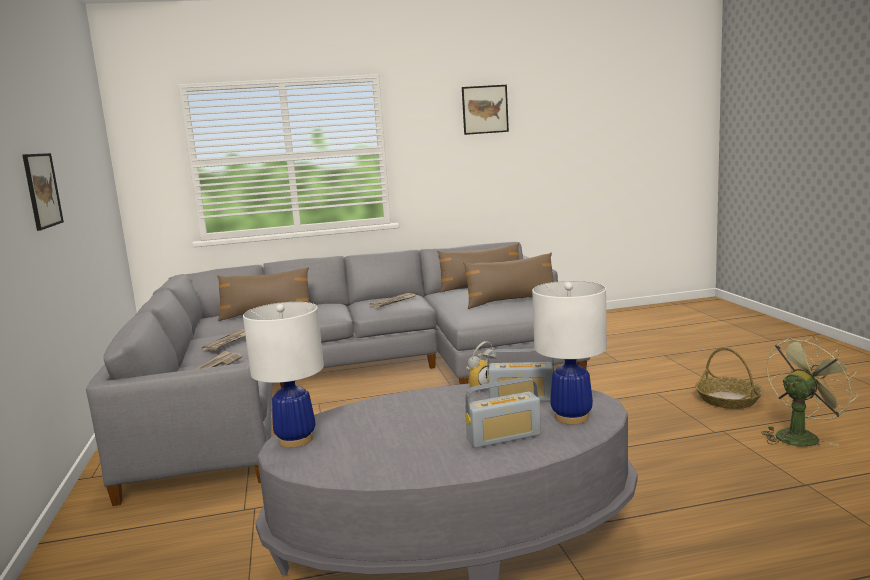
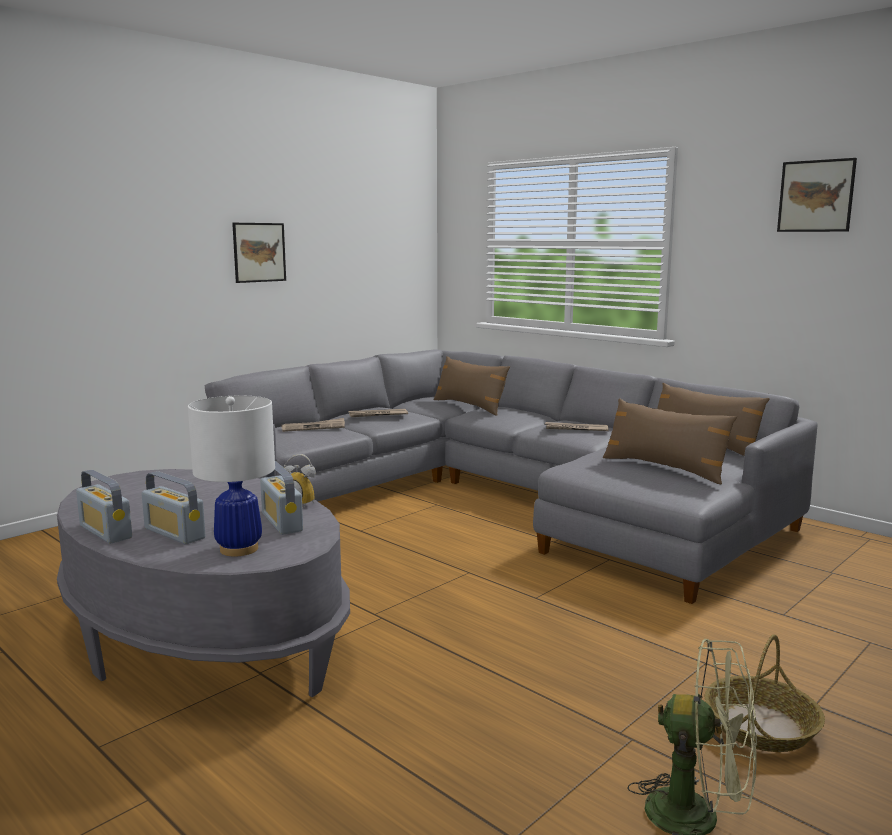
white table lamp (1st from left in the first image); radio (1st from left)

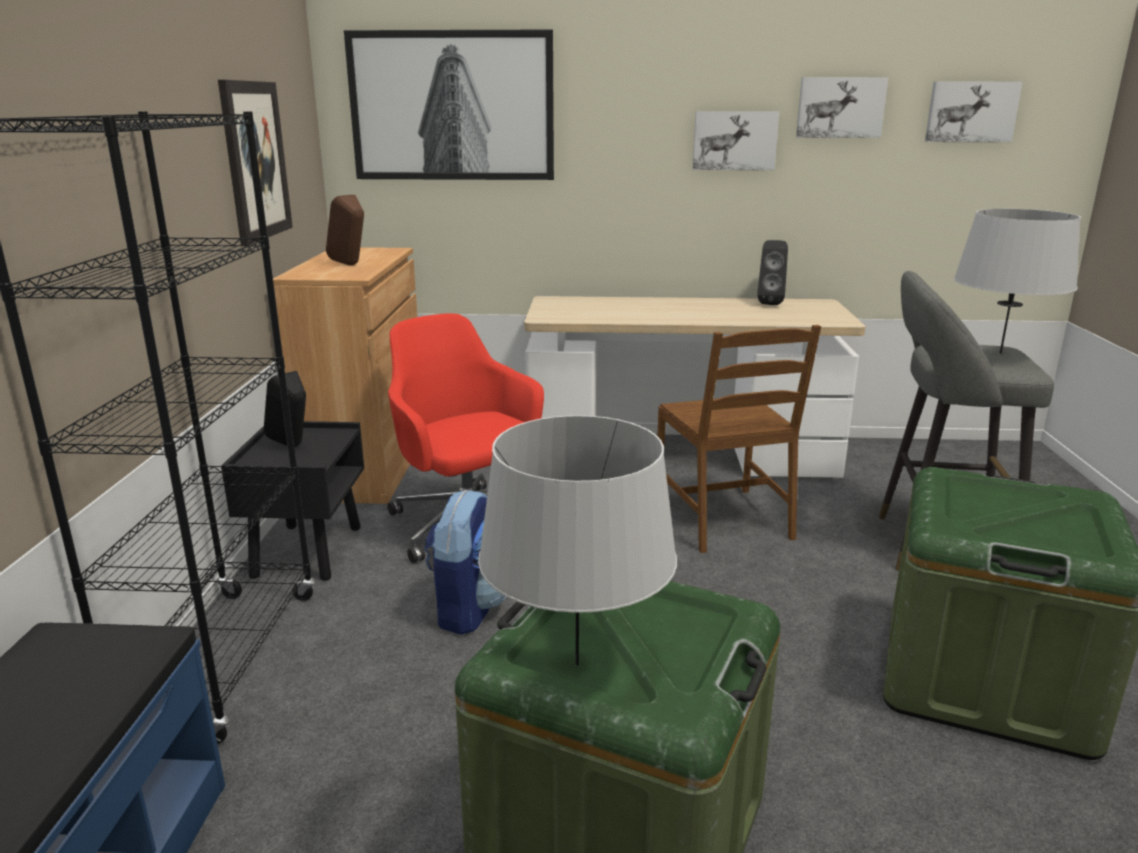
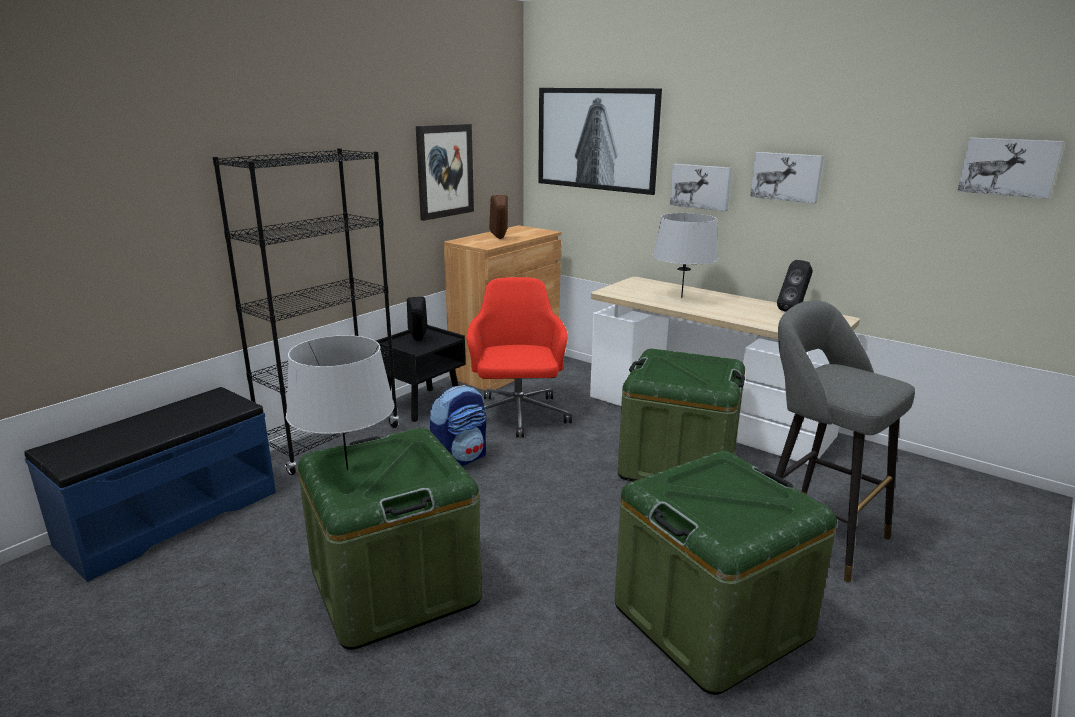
green storage box (2nd from left); picture (3rd from left); grey table lamp (2nd from left)

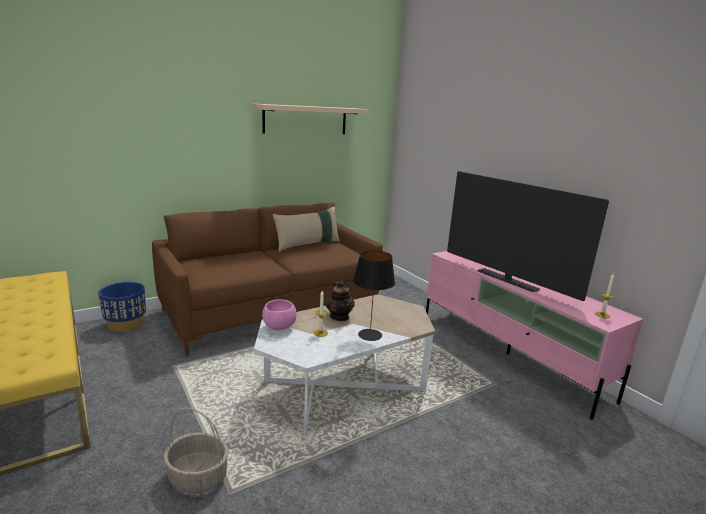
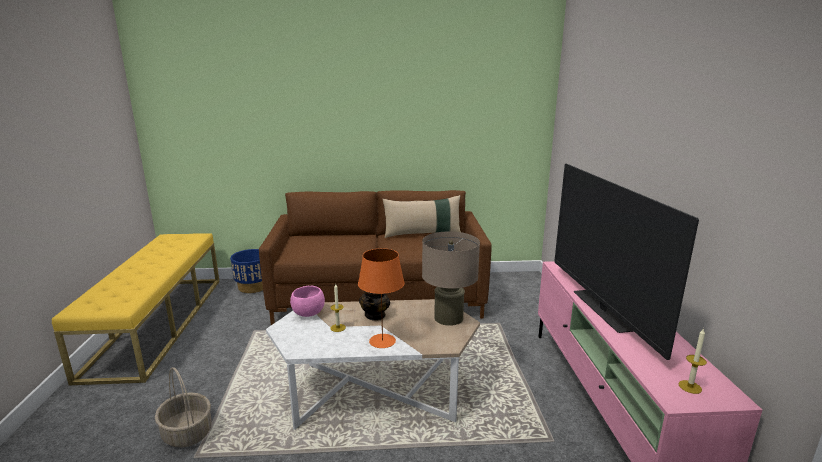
beige shelf; orange table lamp; beige table lamp

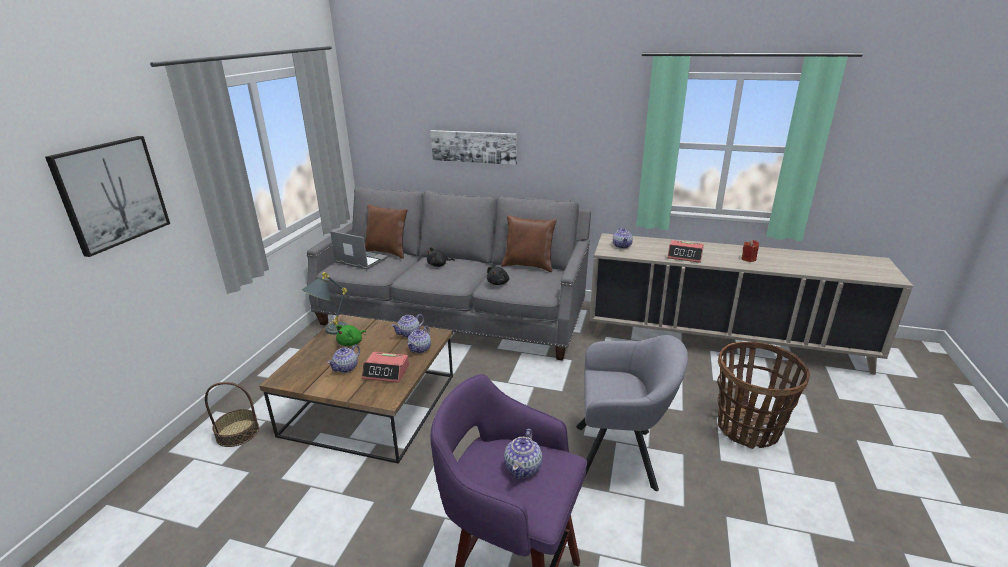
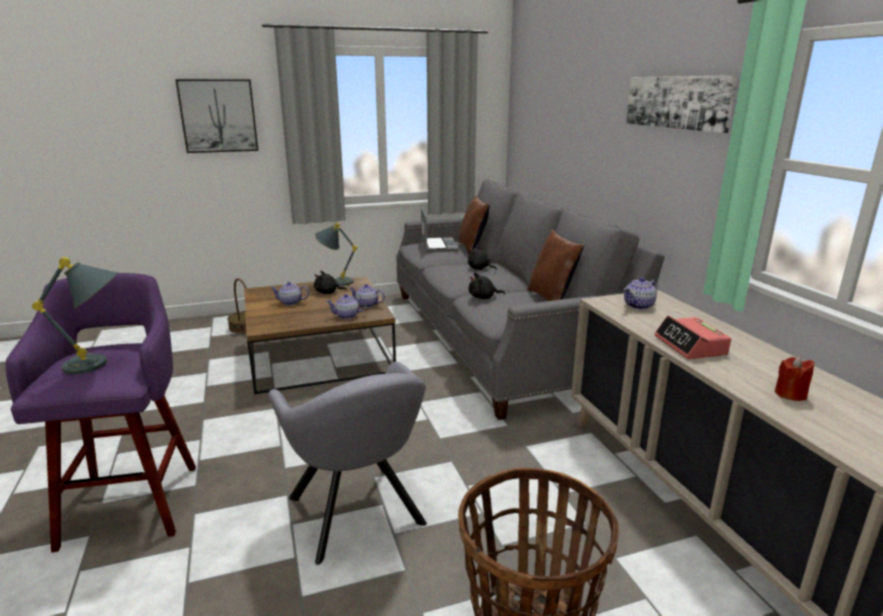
black plush toy (1st from left); alarm clock (1st from left in the first image); picture (2nd from left); grey table lamp (1st from left)

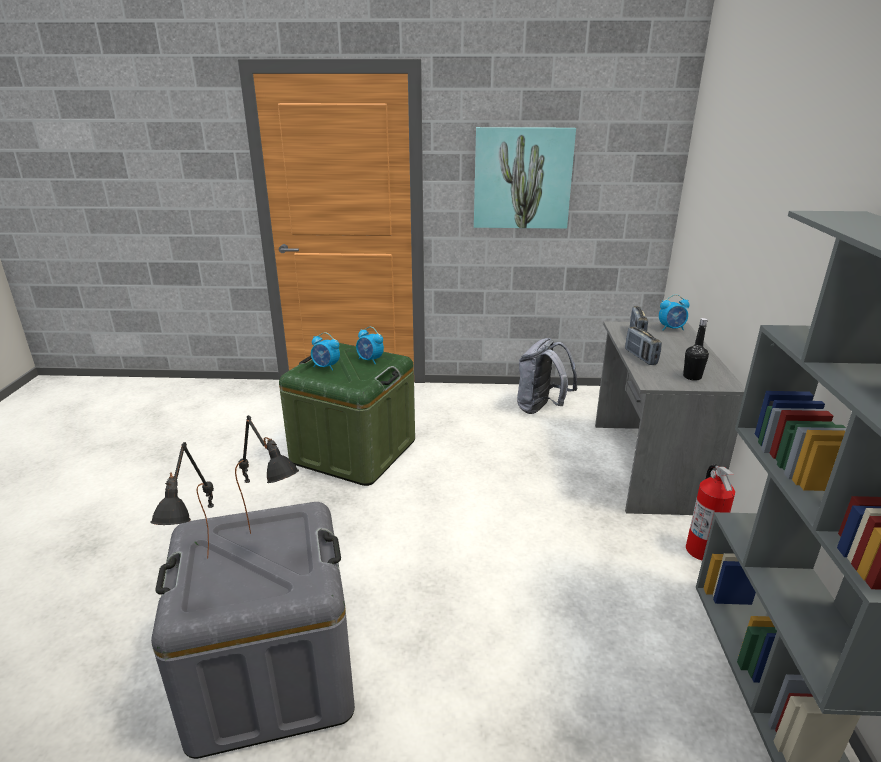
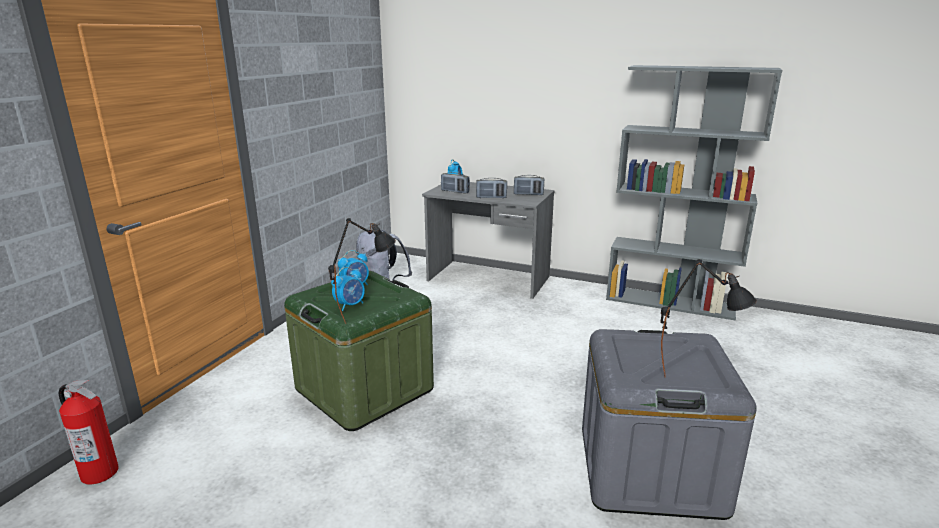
black table lamp (1st from left); picture; radio (3rd from left); fire extinguisher

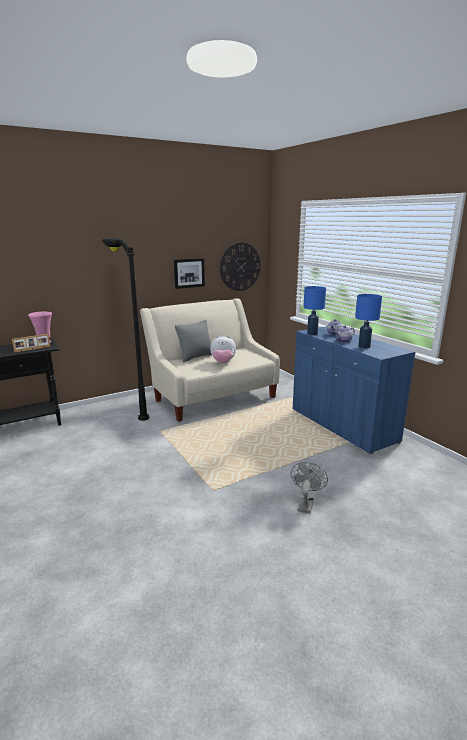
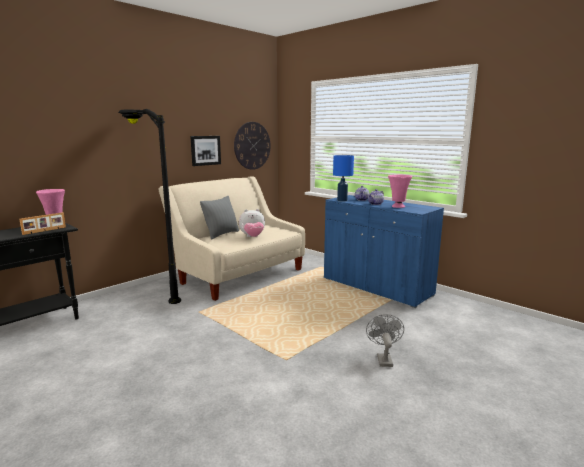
pink vase (2nd from left)

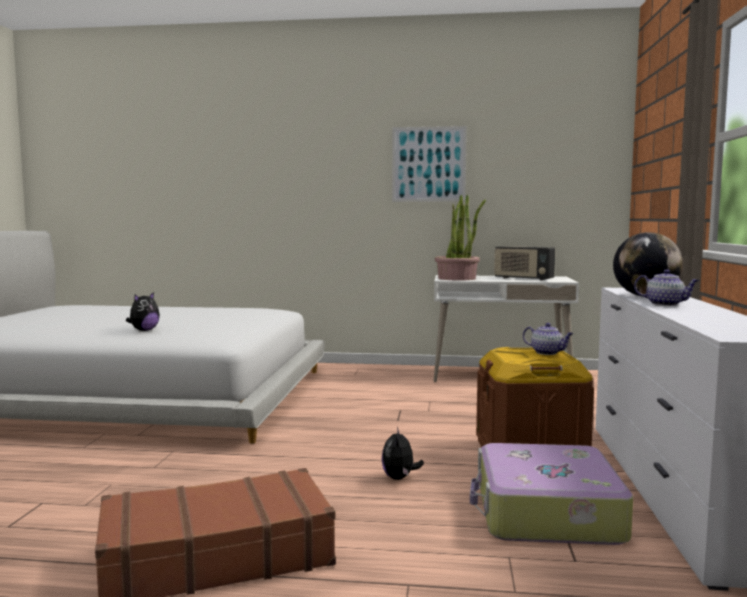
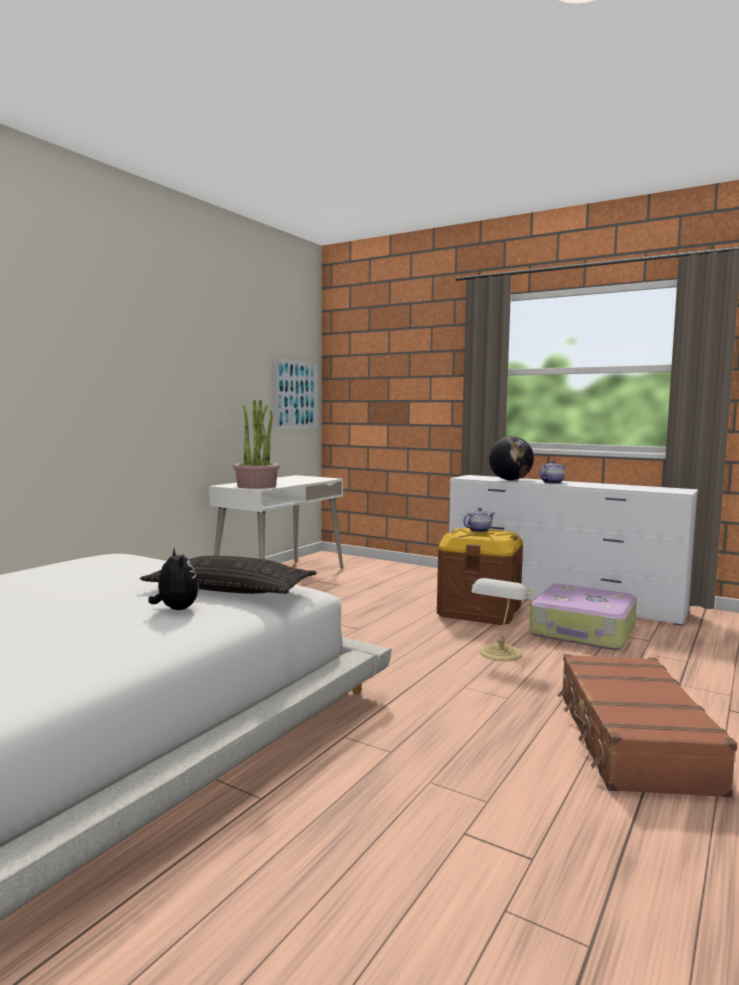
table lamp; picture; radio; pillow

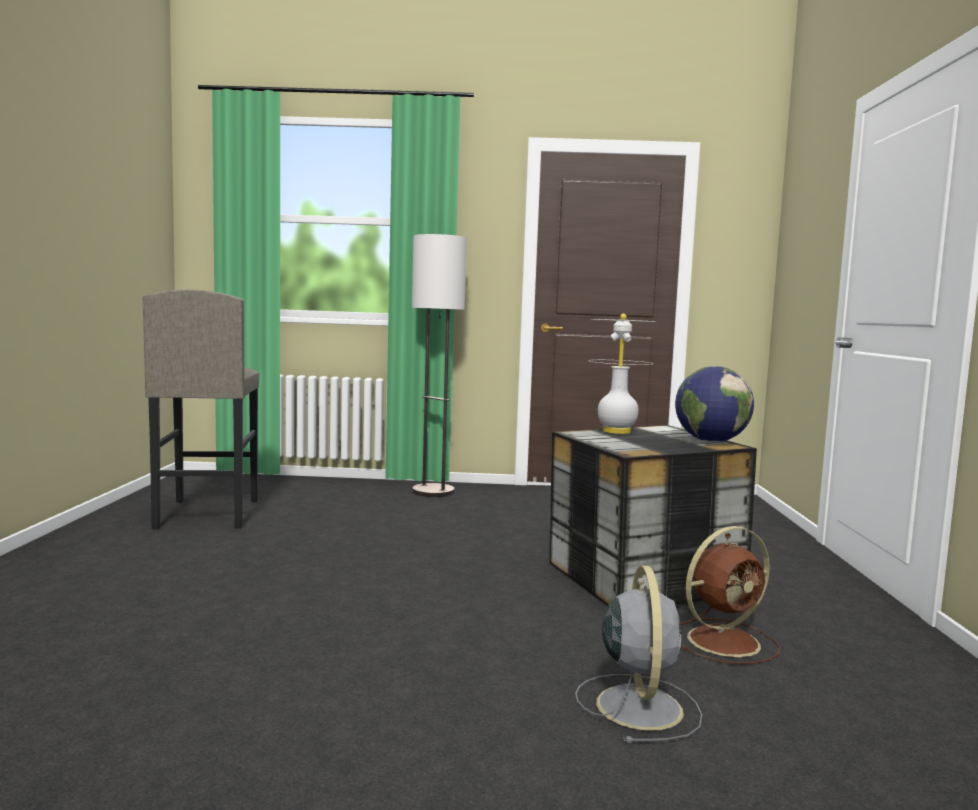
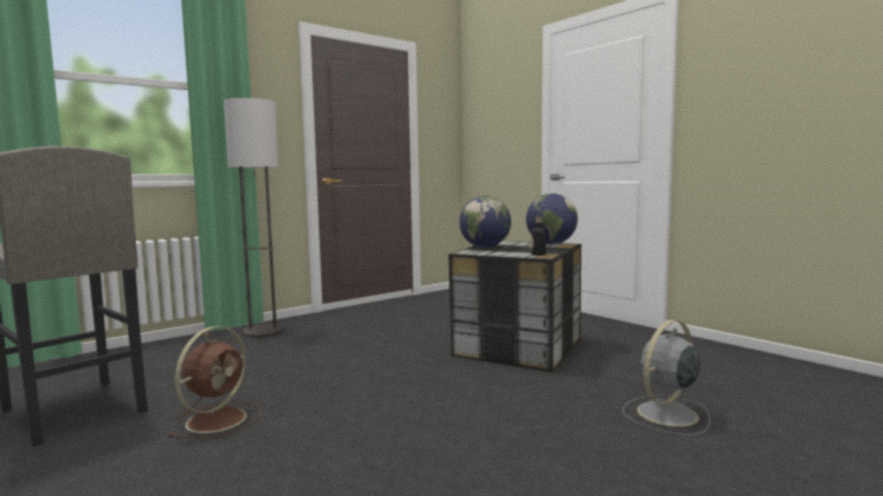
grey fan; globe (1st from left); brown fan; bottle

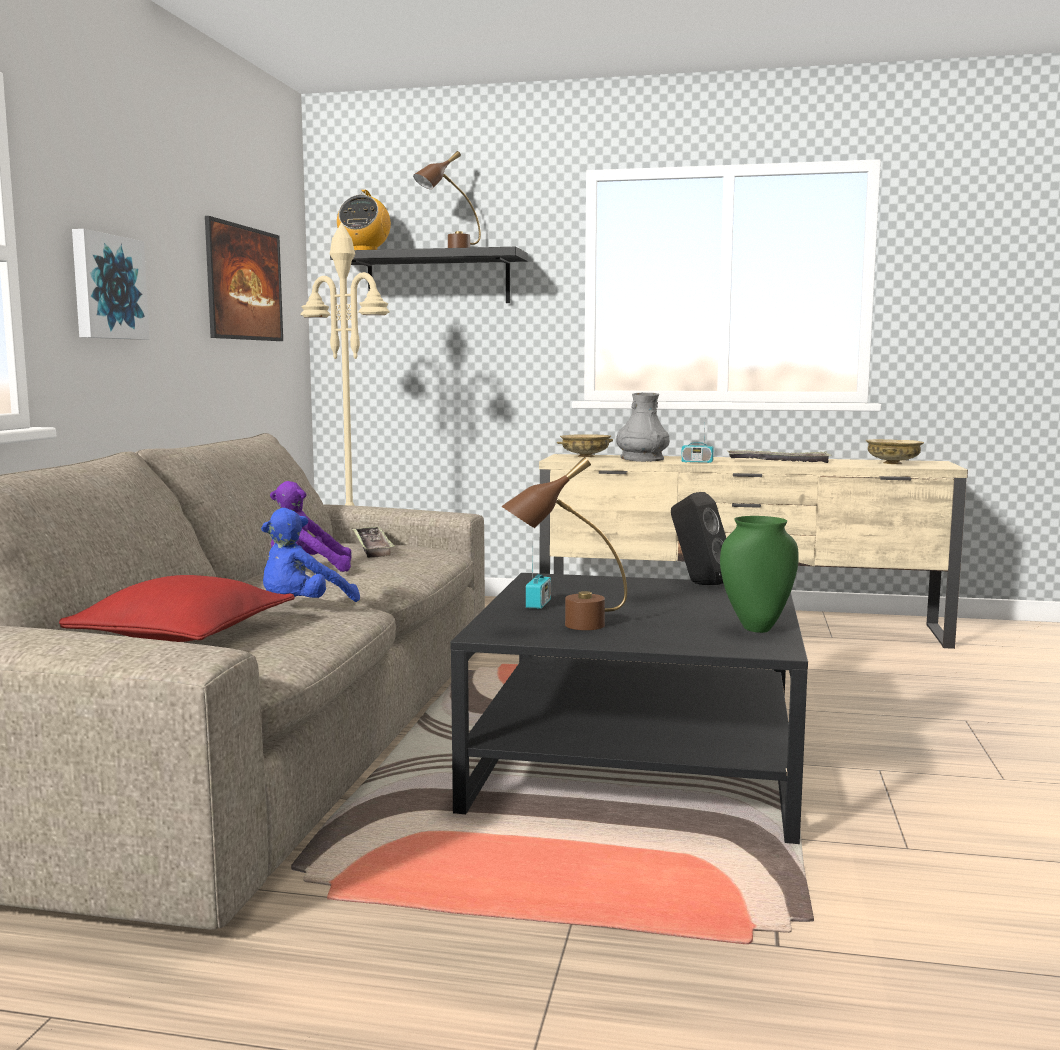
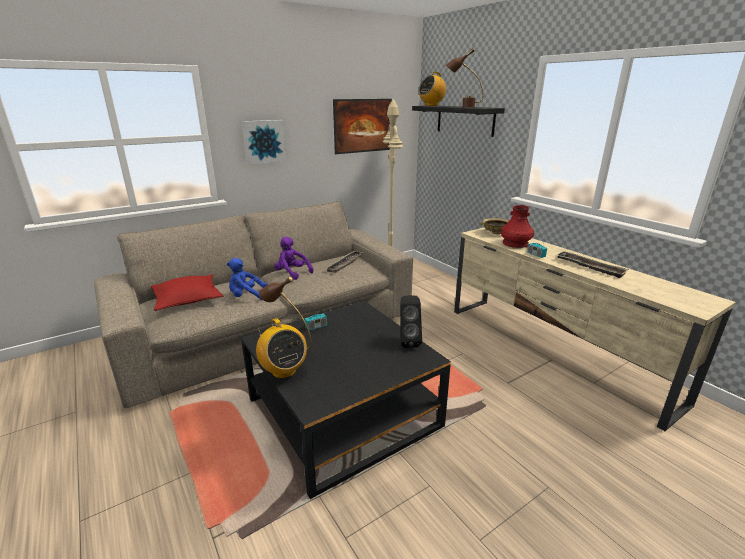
red vase; green vase; beige bowl (2nd from left in the first image); radio (1st from left)

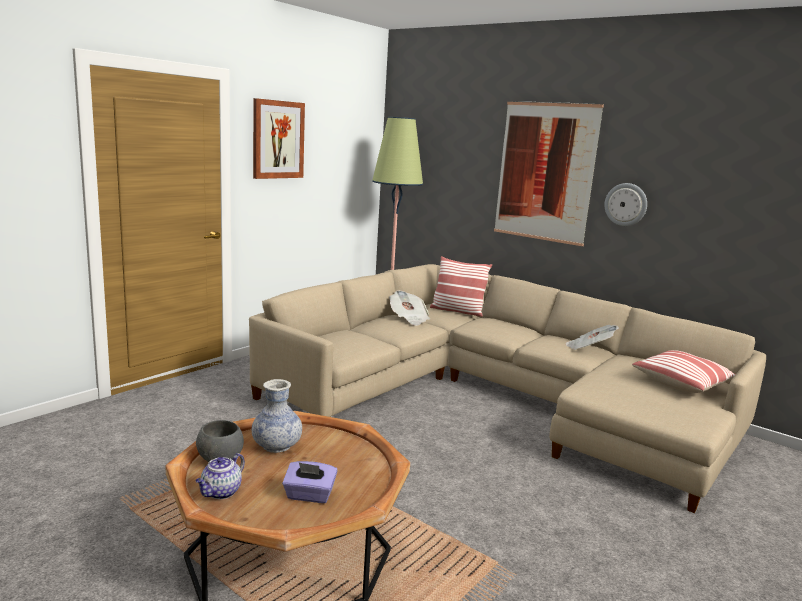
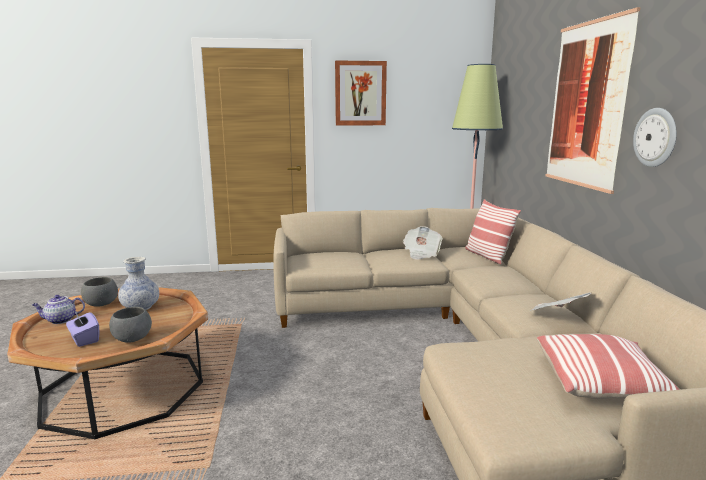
grey bowl (2nd from left)

